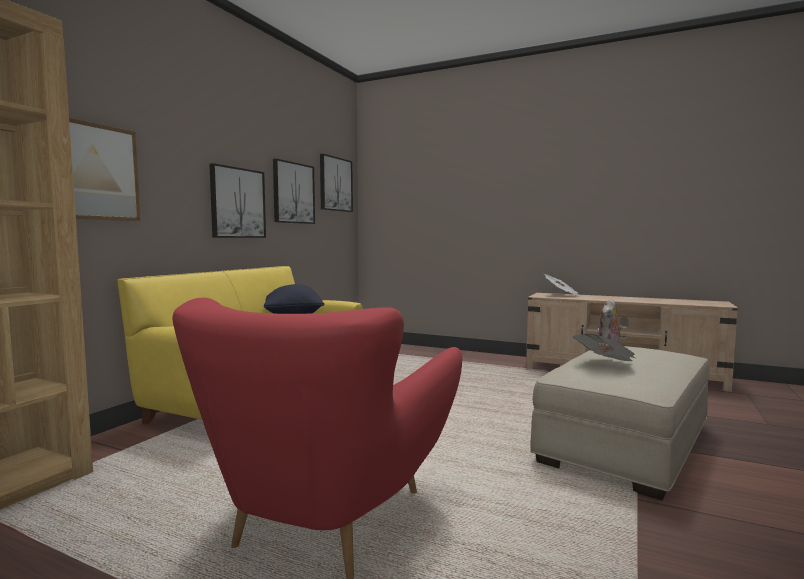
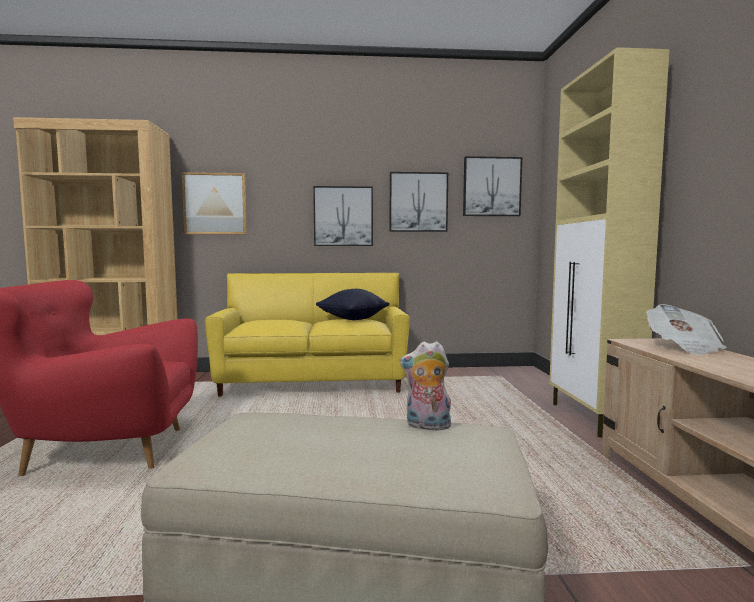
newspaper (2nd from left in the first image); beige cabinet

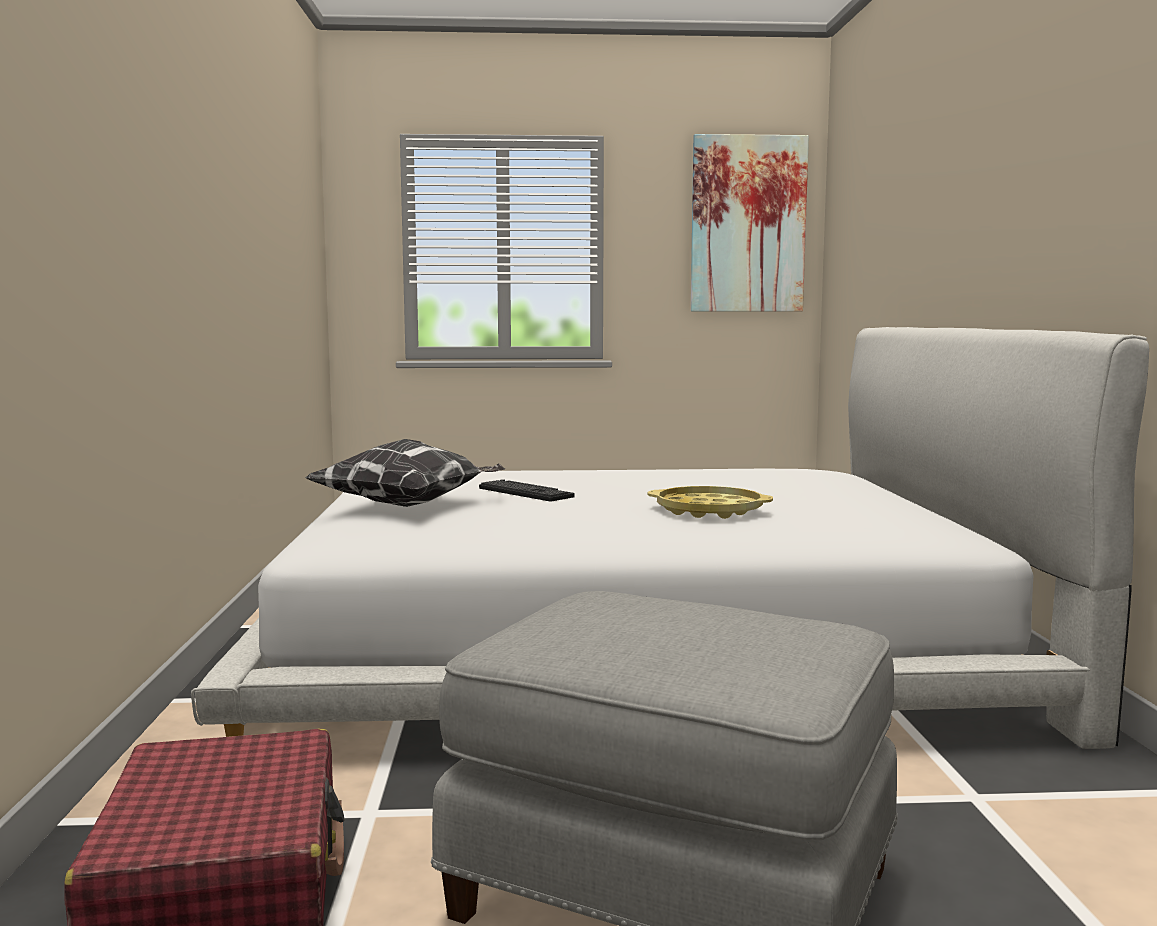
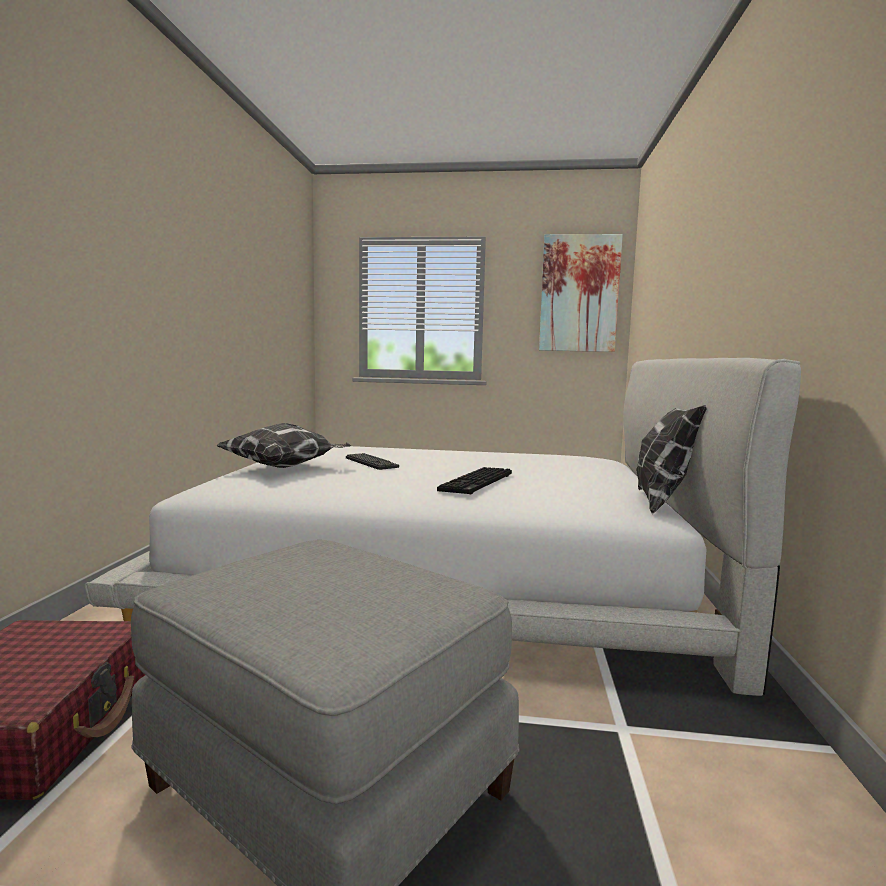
keyboard (2nd from left); pillow (2nd from left)

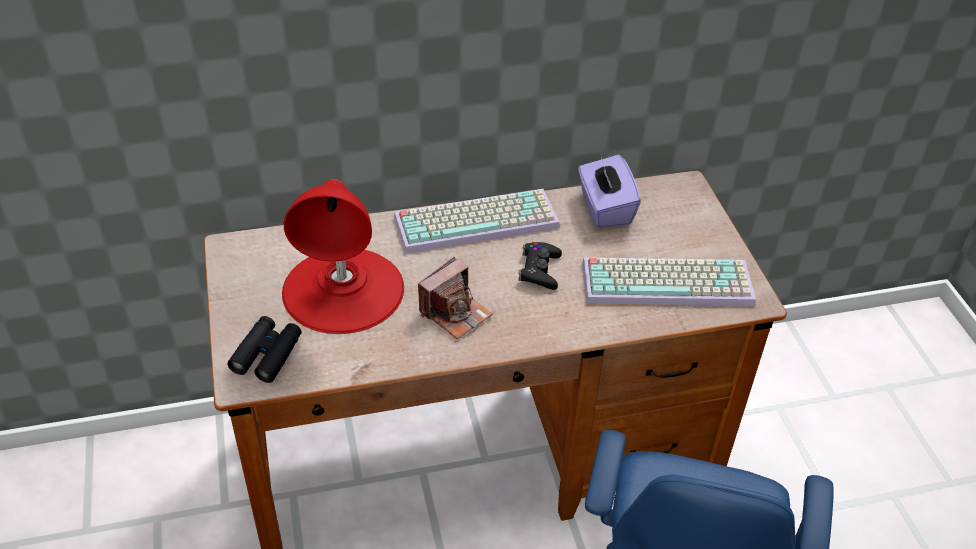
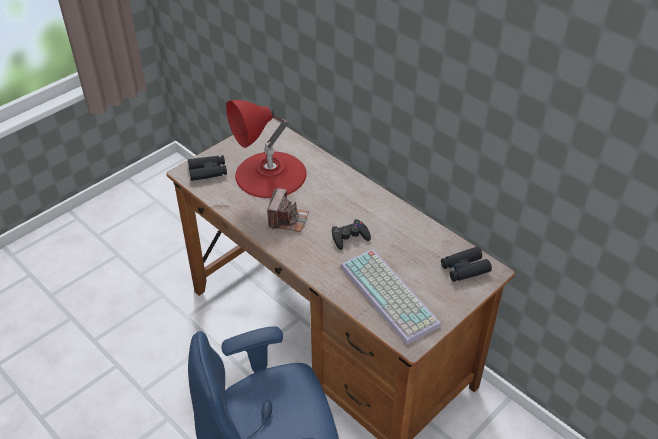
keyboard (1st from left in the first image); photo camera; purple tissue box; black binoculars (2nd from left)

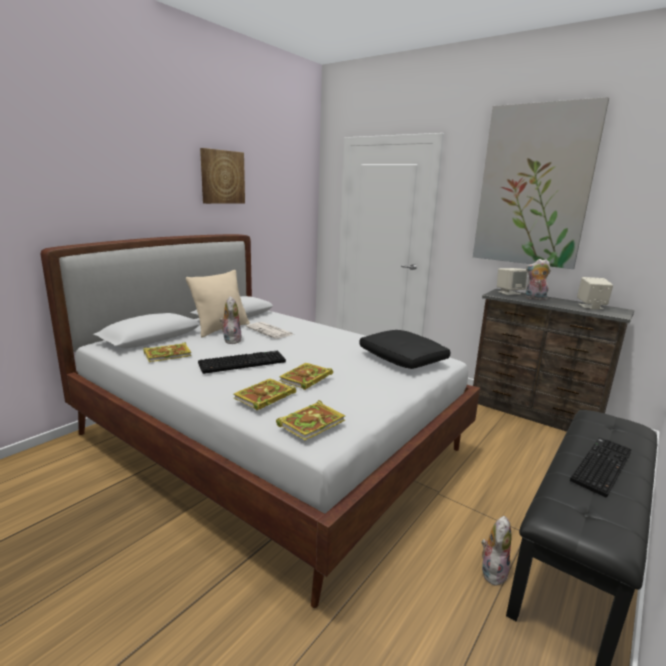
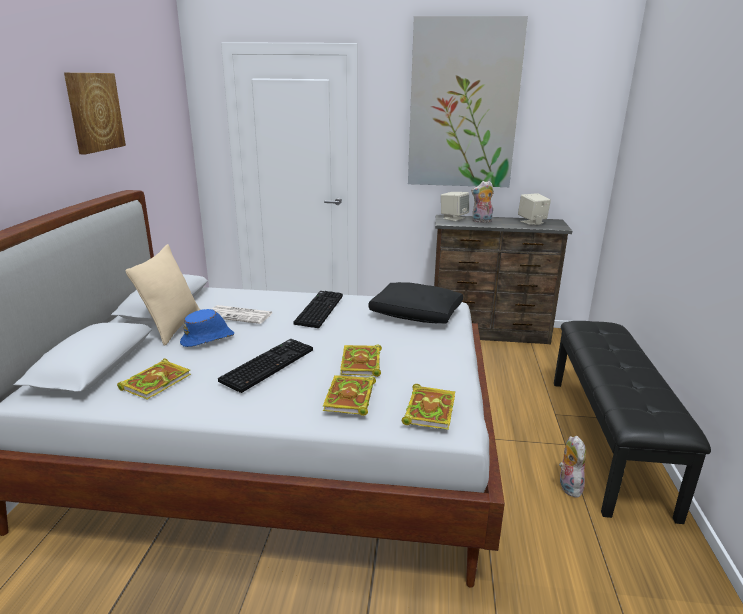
blue hat; keyboard (2nd from left)

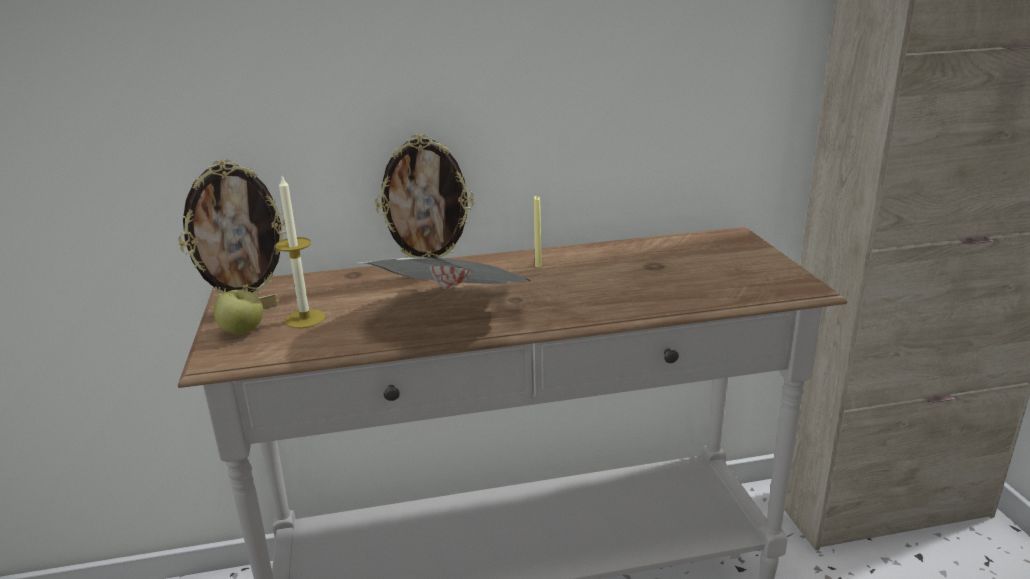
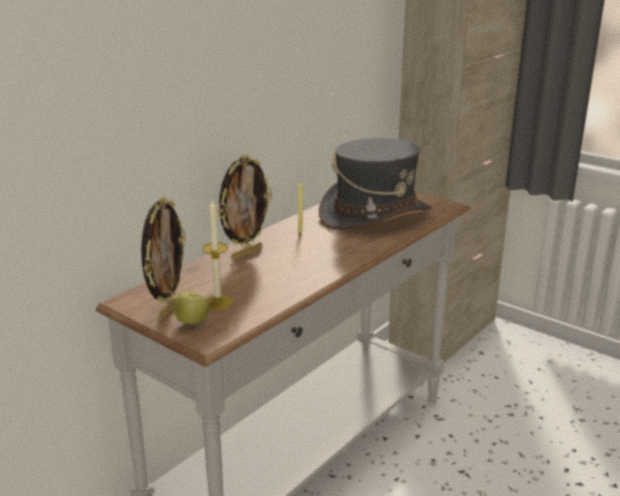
newspaper; grey hat

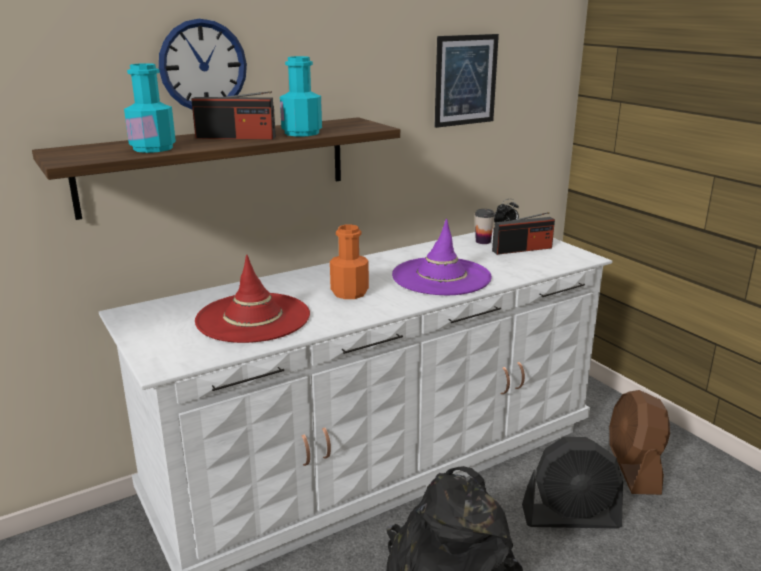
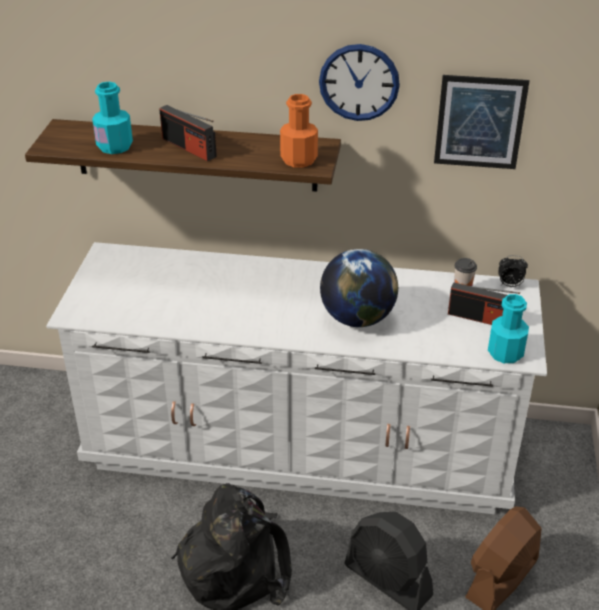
wall clock; red hat; turquoise bottle (2nd from left); orange bottle; globe

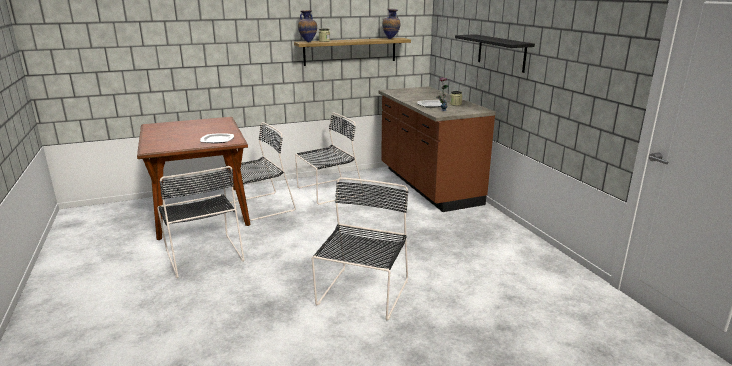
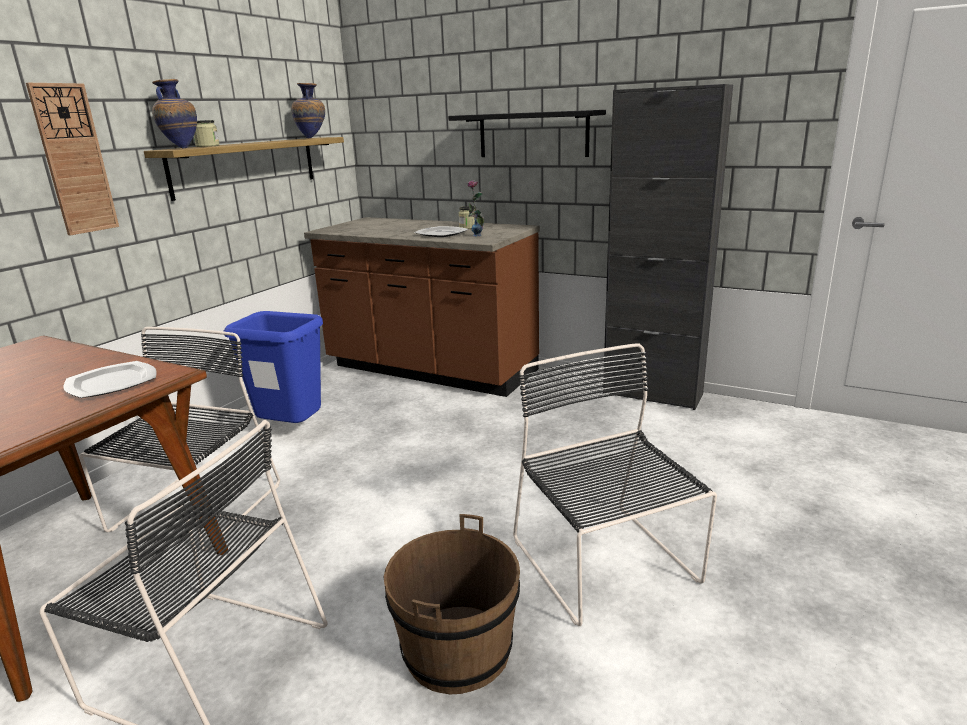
blue trash can; wall clock; brown bucket; black cabinet

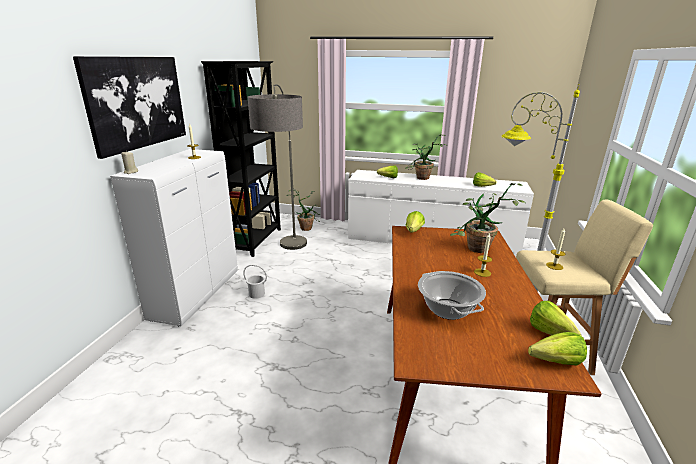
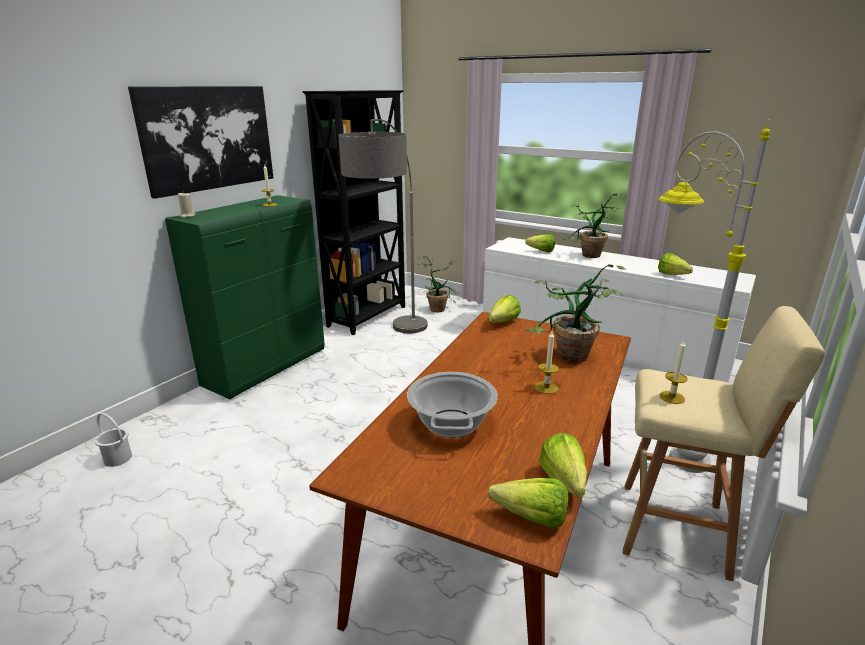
green cabinet; white bucket

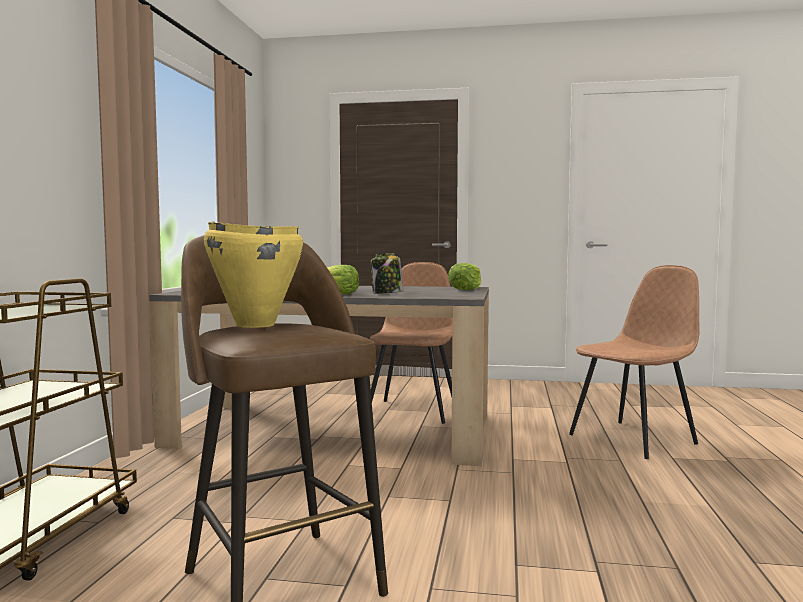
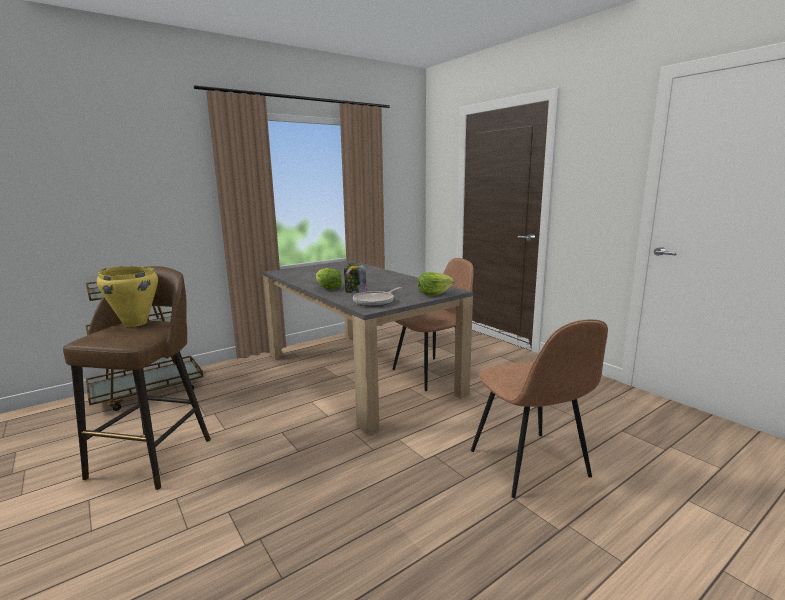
brown chair (2nd from left); frying pan

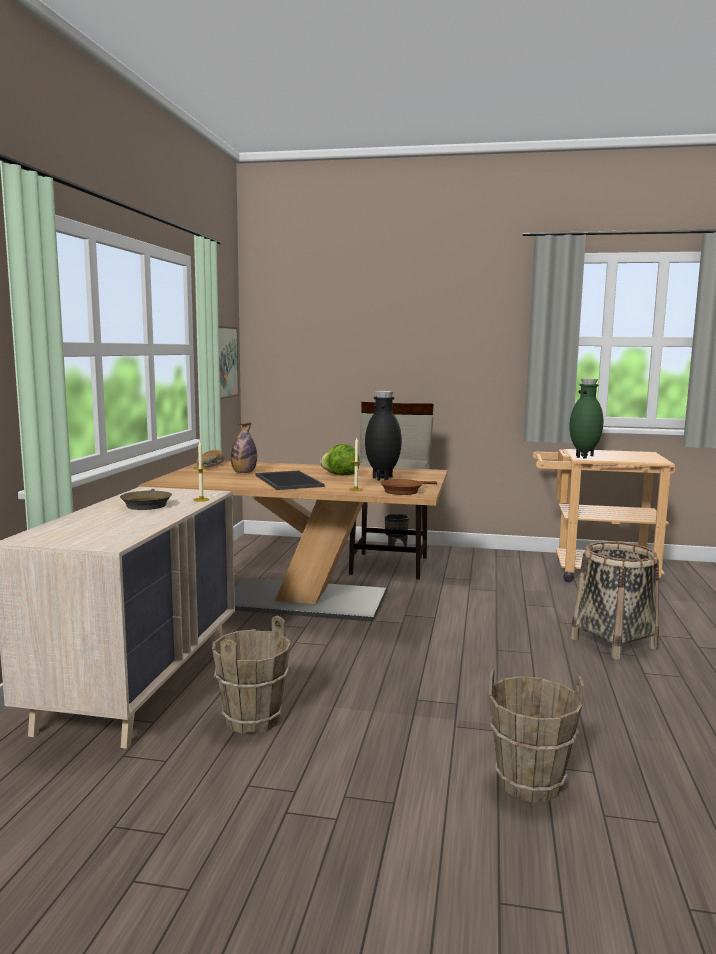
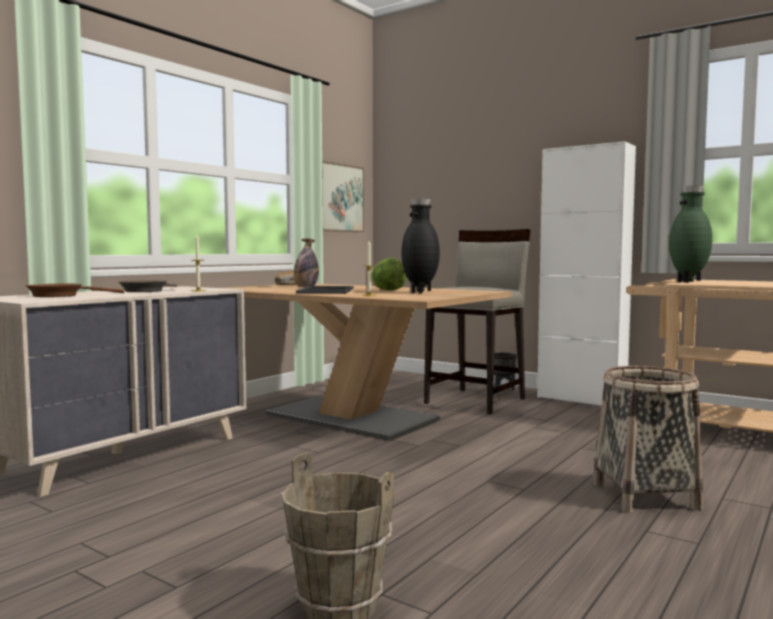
brown bucket (1st from left in the first image); brown frying pan (1st from left); white cabinet

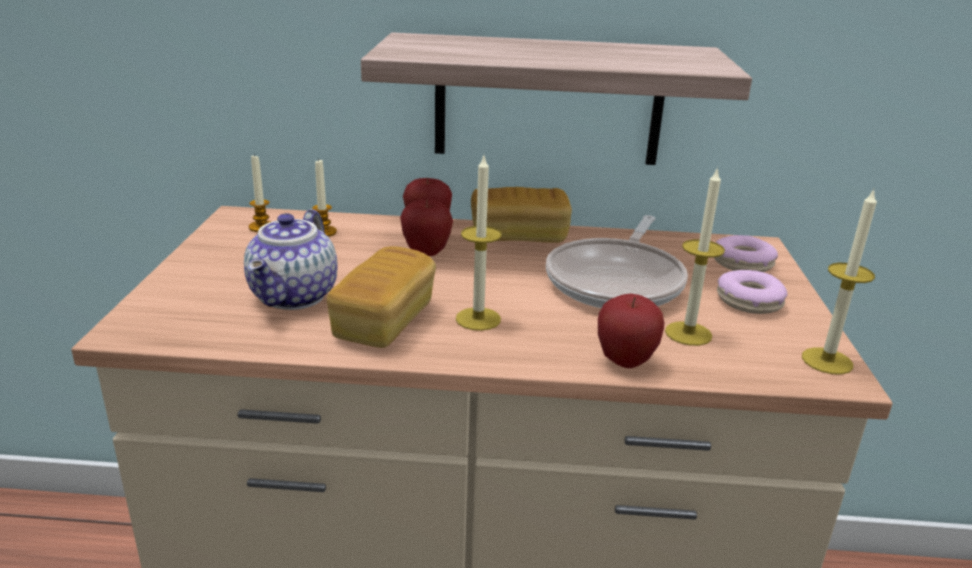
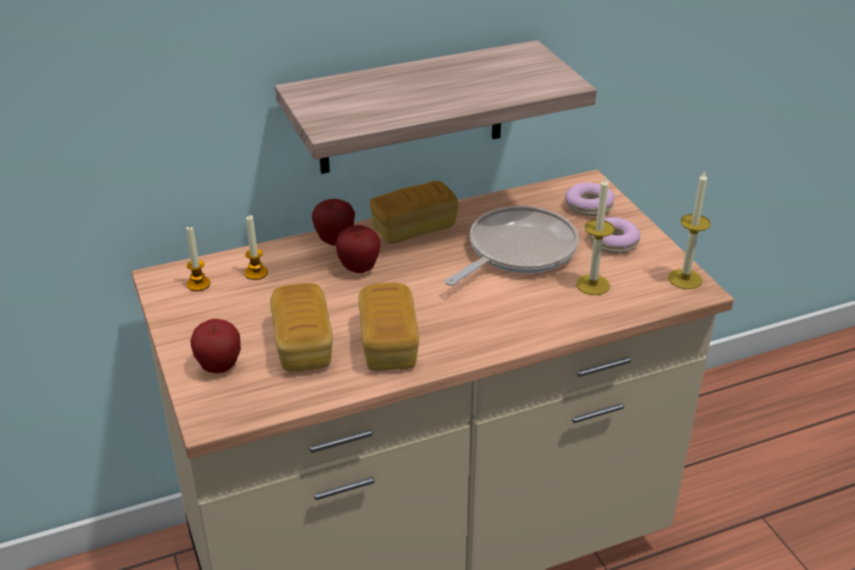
bread (1st from left); candle (3rd from left in the first image); frying pan; apple (1st from left)

